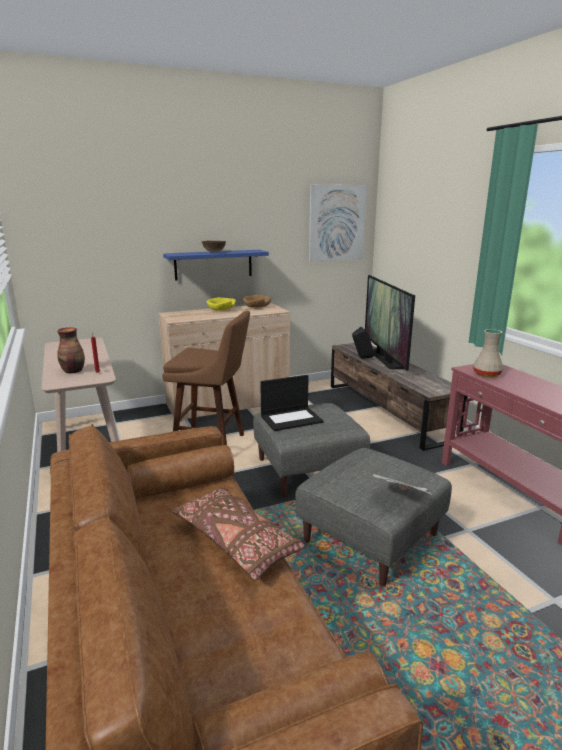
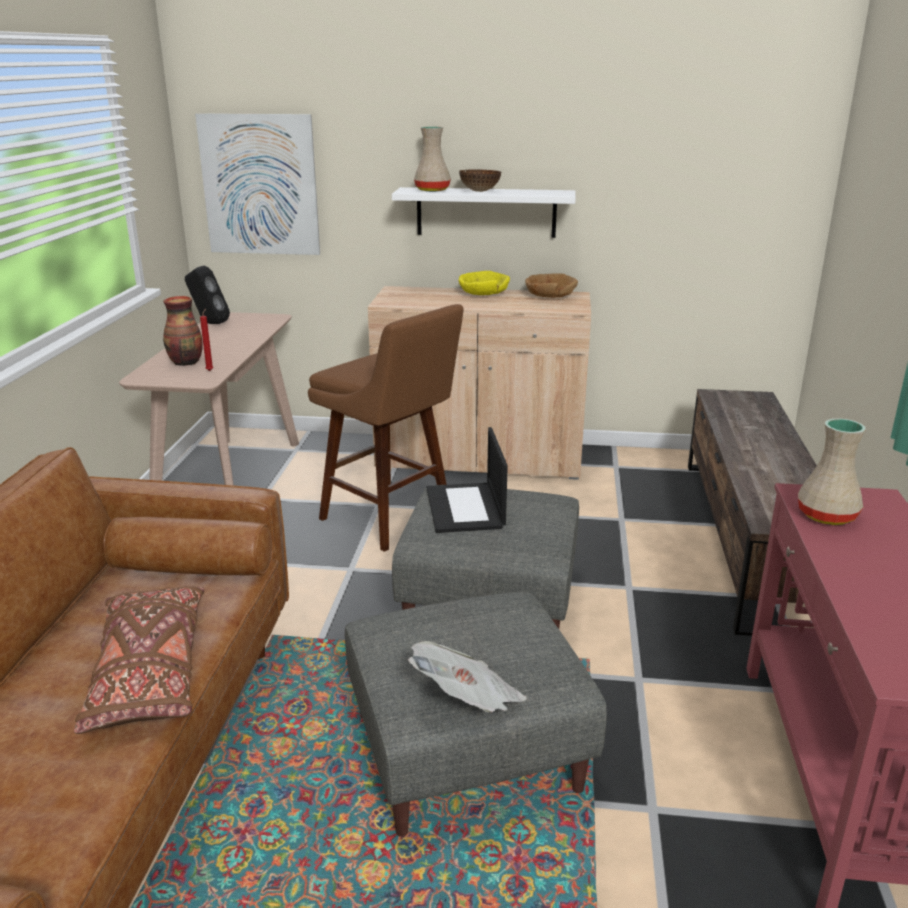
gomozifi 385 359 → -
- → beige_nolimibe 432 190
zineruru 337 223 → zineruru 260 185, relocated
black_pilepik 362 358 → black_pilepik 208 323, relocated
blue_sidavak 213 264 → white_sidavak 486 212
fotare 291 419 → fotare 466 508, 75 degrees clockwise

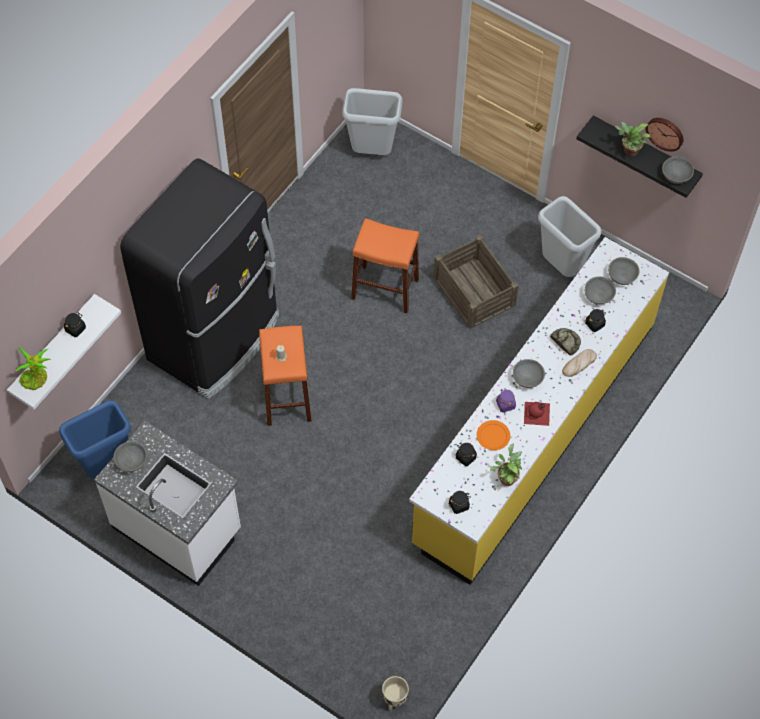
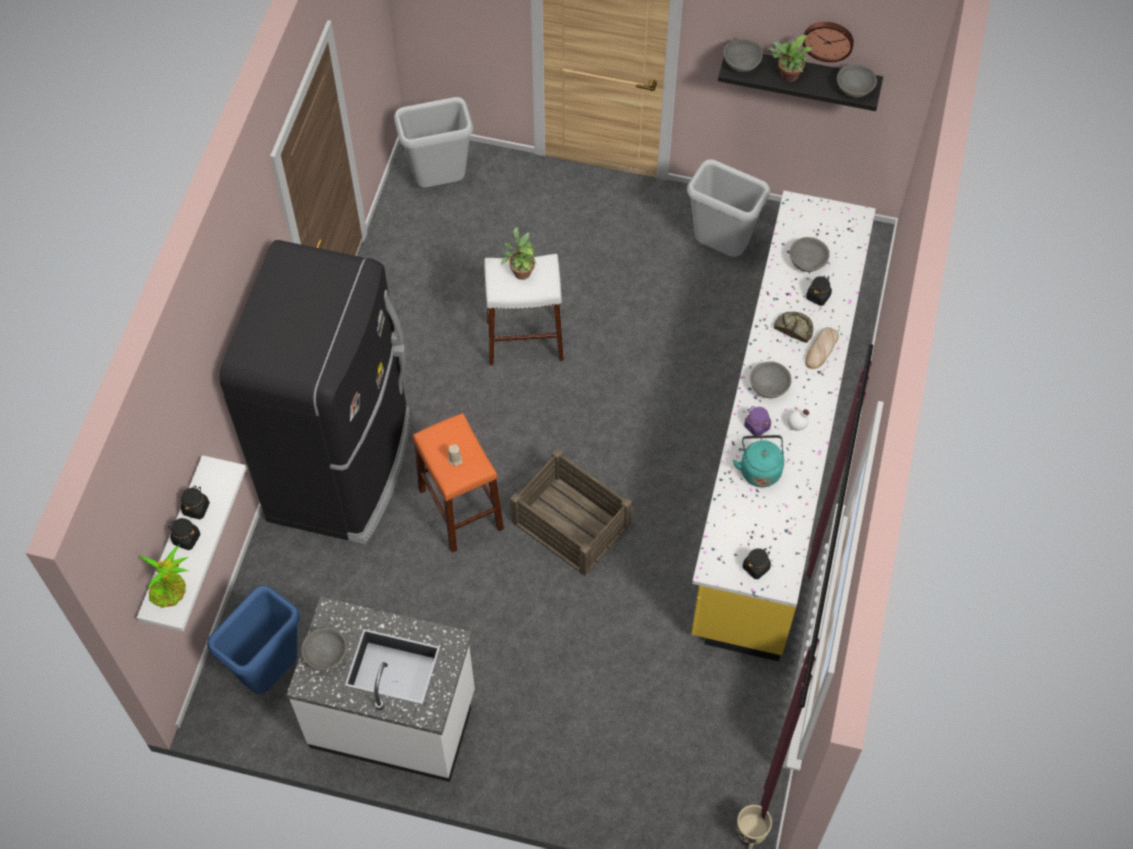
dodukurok 474 292 → dodukurok 570 524, relocated
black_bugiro 465 457 → black_bugiro 186 538, relocated
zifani 506 478 → zifani 521 271, relocated
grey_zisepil 622 276 → grey_zisepil 741 64, relocated
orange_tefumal 493 436 → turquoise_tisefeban 759 469
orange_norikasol 385 289 → white_norikasol 525 340
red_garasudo 537 414 → white_garasudo 799 425

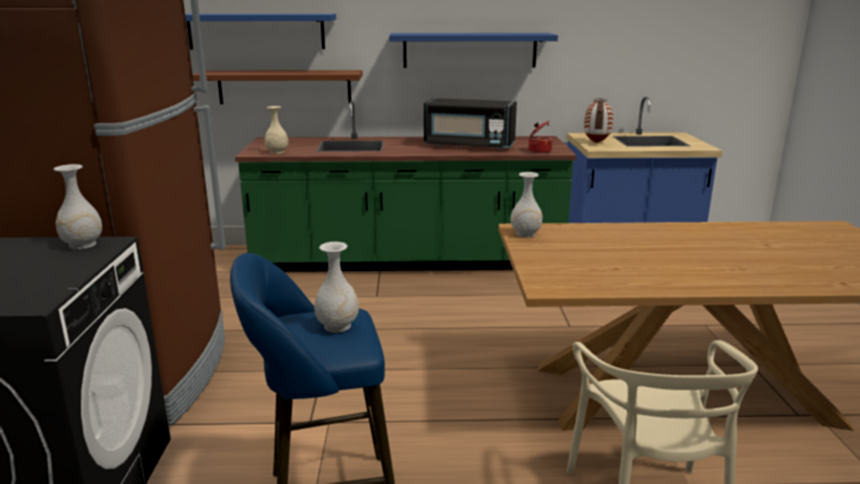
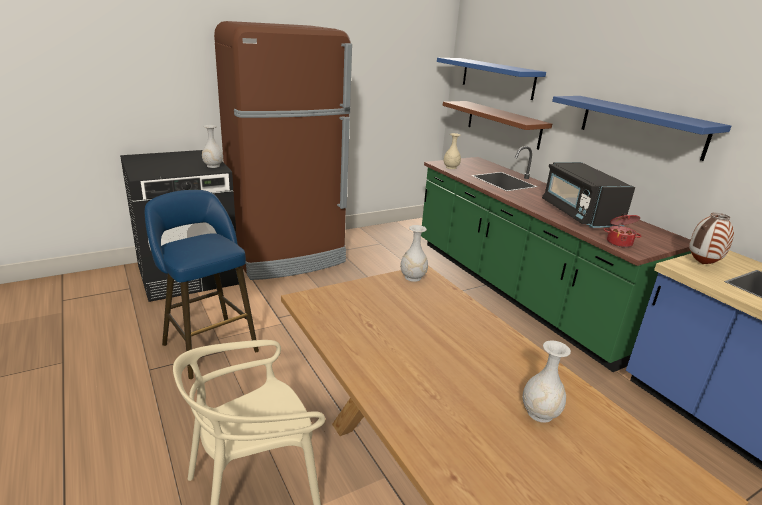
white_nolimibe 338 326 → white_nolimibe 540 413, relocated

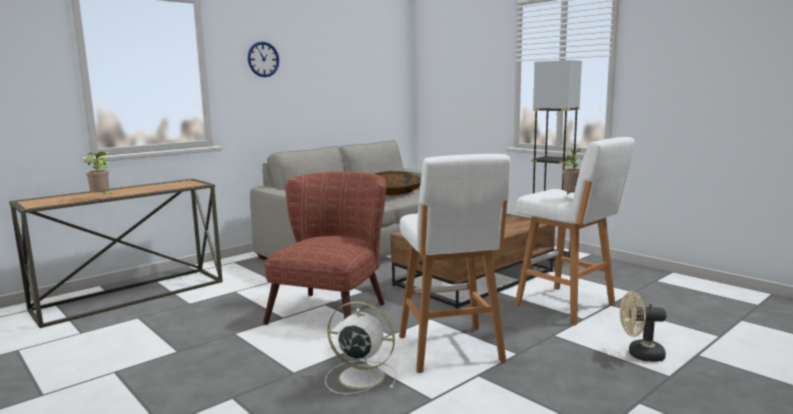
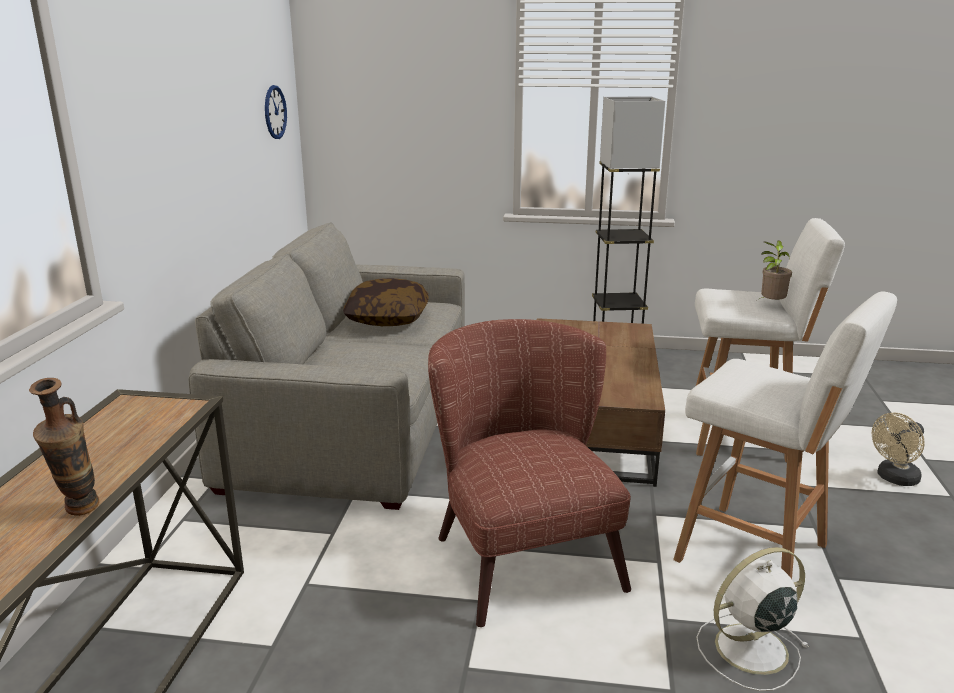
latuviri 263 59 → latuviri 275 112, relocated
zifani 102 197 → nolimibe 79 513

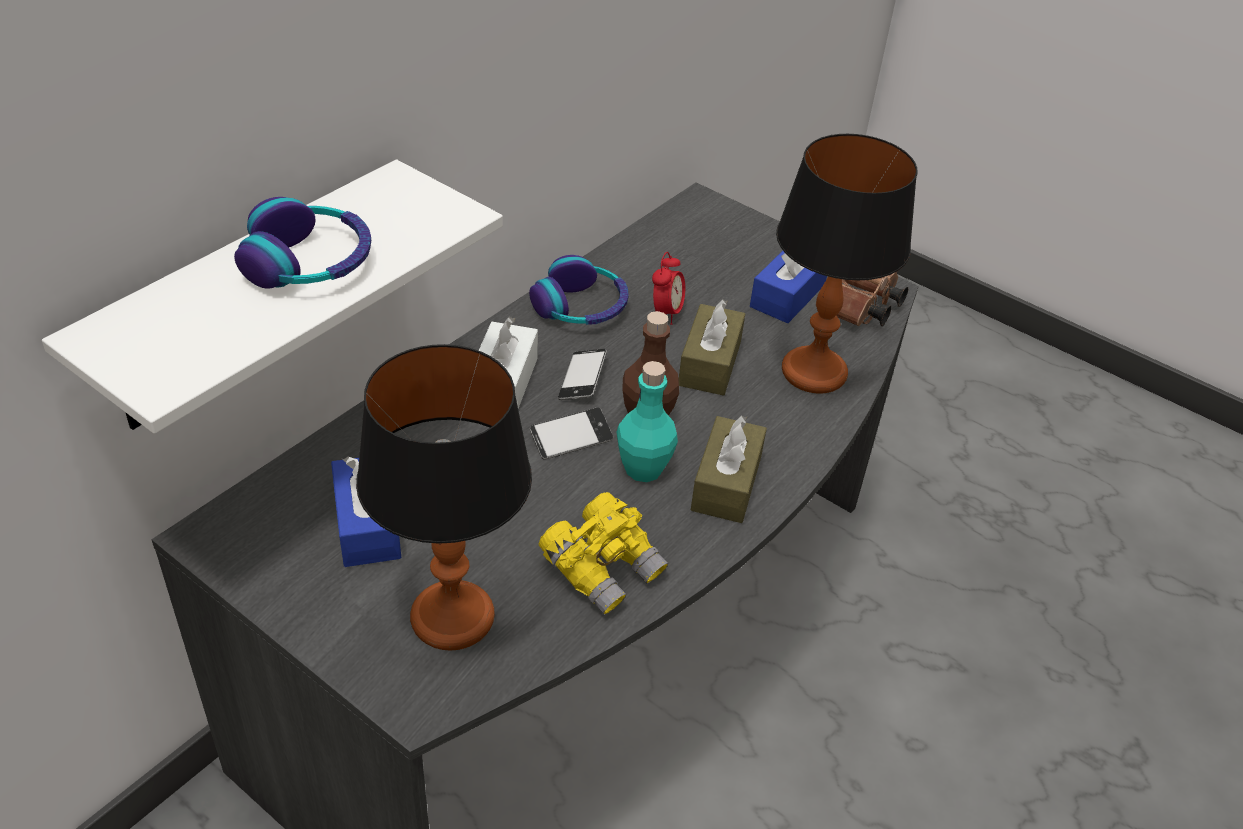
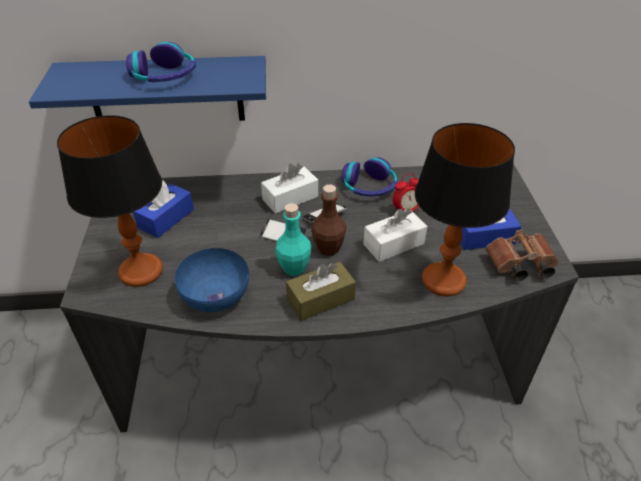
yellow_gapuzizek 603 569 → blue_zisepil 216 295
white_sidavak 248 298 → blue_sidavak 166 91
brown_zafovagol 709 363 → white_zafovagol 393 244

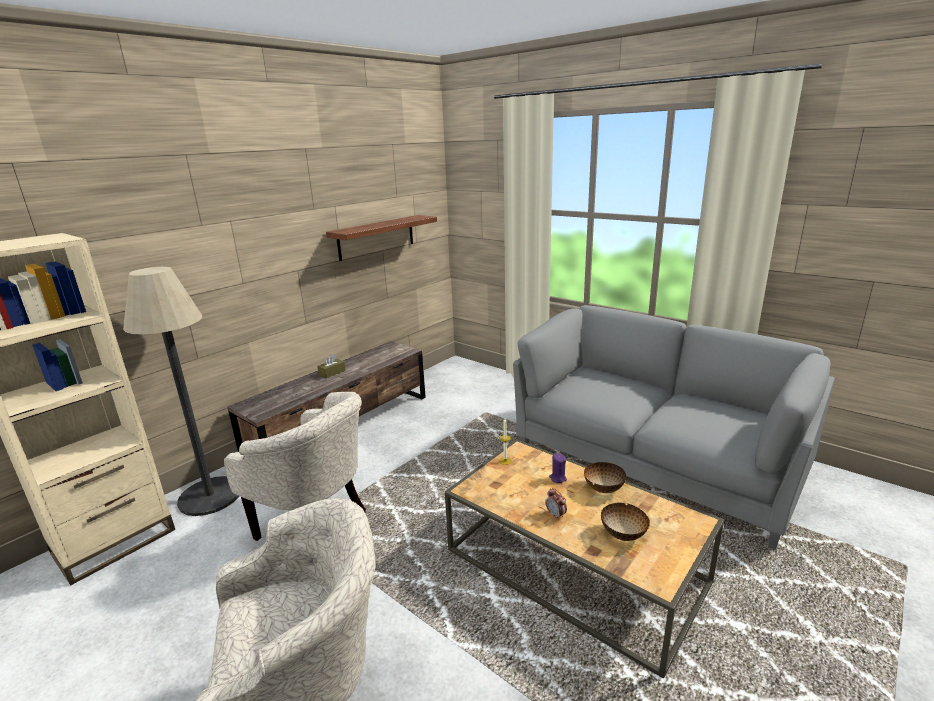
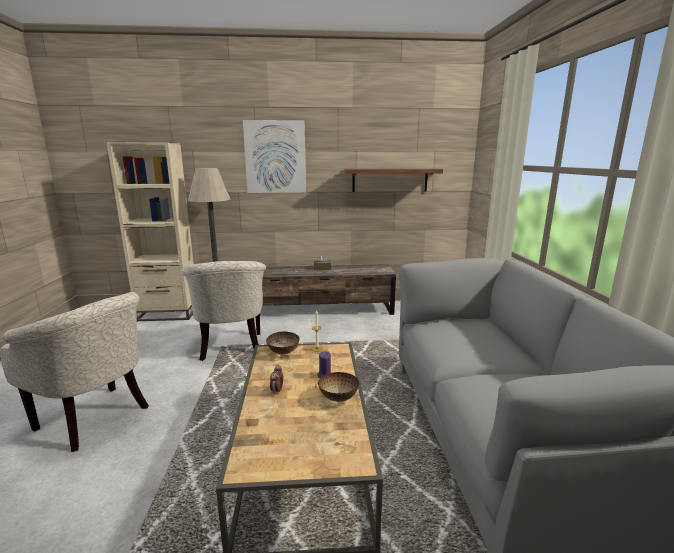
- → zineruru 275 157
zisepil 623 535 → zisepil 283 352, relocated

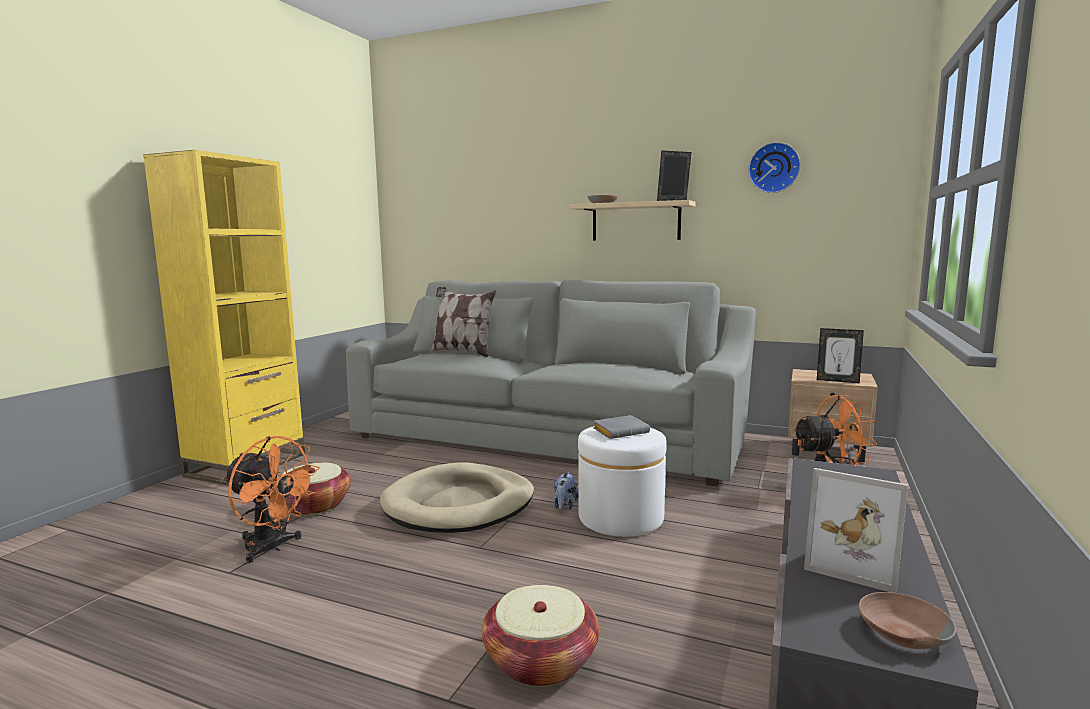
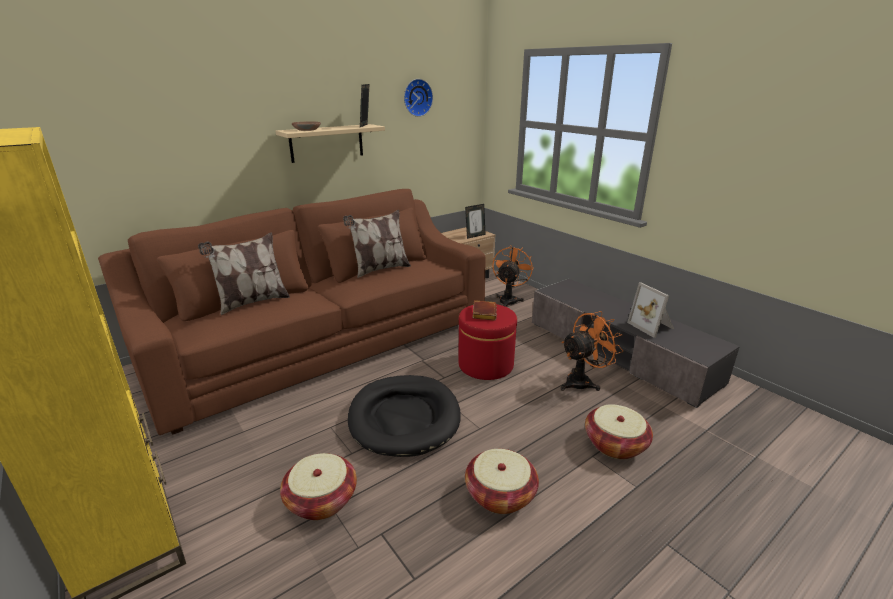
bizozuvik 564 506 → -
brown_zisepil 901 632 → -
- → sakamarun 380 269
- → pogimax 500 494
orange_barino 272 548 → orange_barino 583 381, relocated
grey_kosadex 548 436 → brown_kosadex 324 341
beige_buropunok 459 504 → black_buropunok 404 418
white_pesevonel 620 518 → red_pesevonel 485 365
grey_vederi 621 431 → brown_vederi 483 313
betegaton 854 563 → betegaton 652 326, 90 degrees clockwise

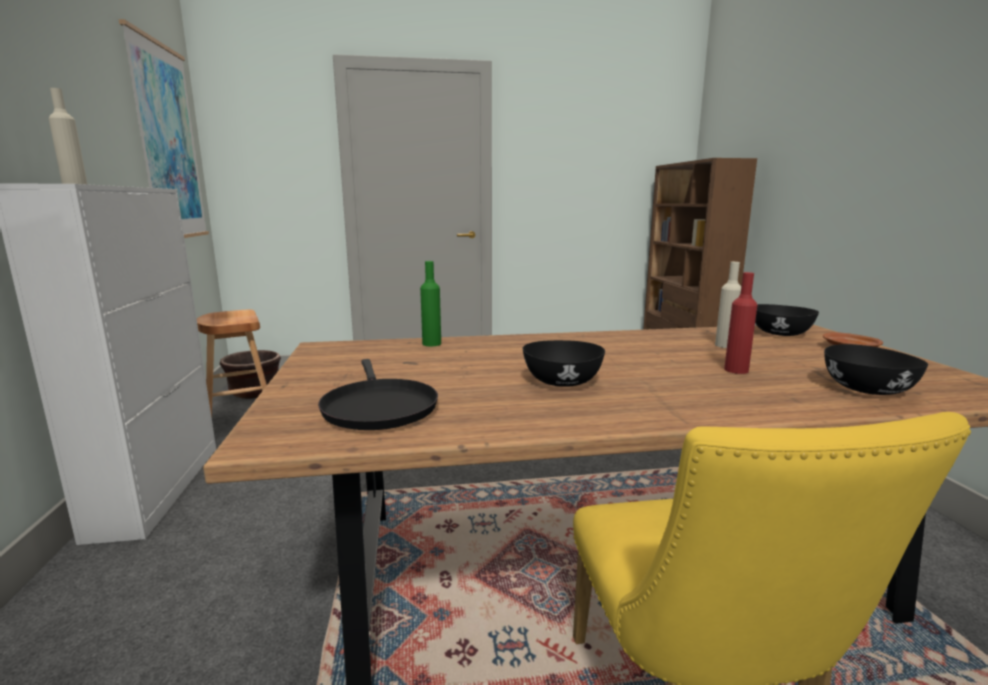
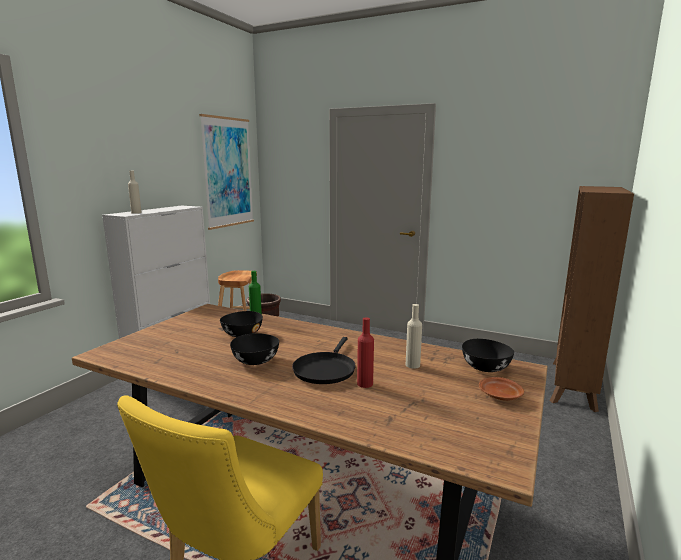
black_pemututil 378 407 → black_pemututil 325 369, relocated
black_zisepil 866 389 → black_zisepil 242 334, relocated

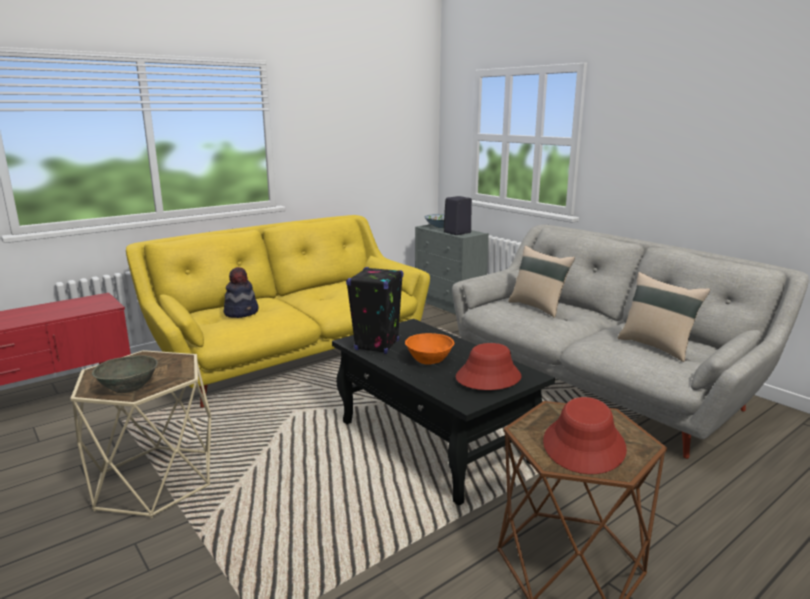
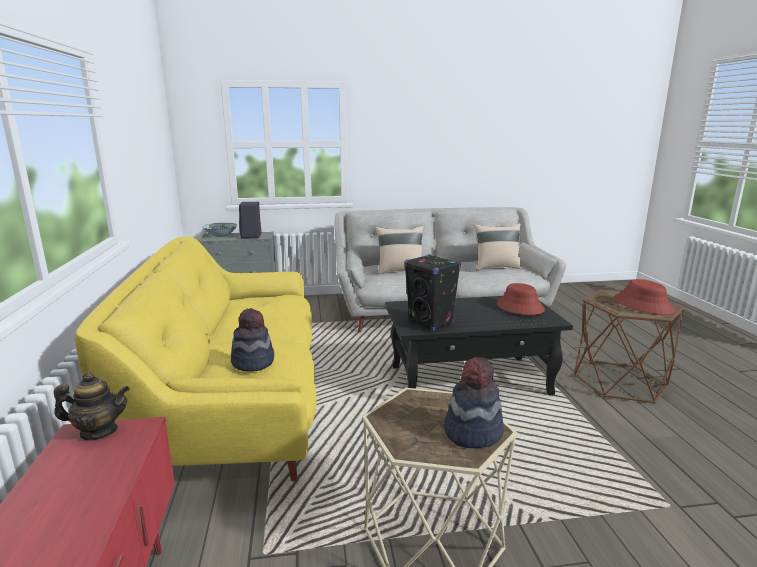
orange_zisepil 428 359 → -
- → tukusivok 99 431
grey_zisepil 128 387 → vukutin 472 431

